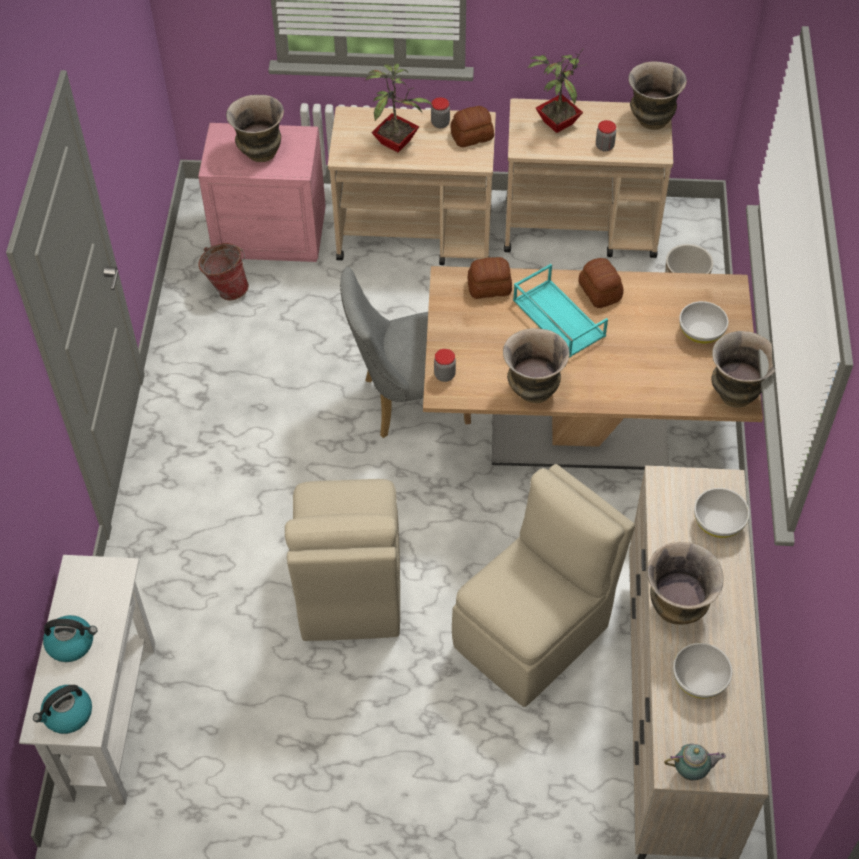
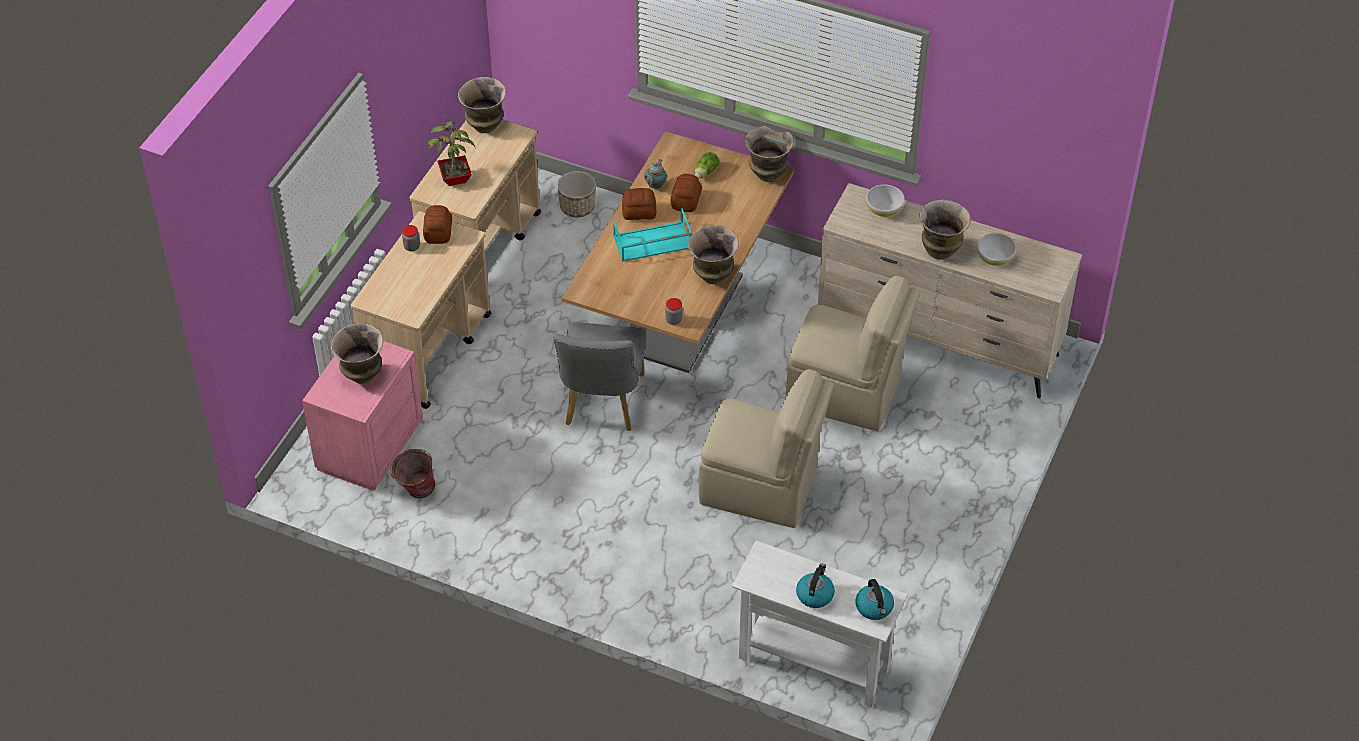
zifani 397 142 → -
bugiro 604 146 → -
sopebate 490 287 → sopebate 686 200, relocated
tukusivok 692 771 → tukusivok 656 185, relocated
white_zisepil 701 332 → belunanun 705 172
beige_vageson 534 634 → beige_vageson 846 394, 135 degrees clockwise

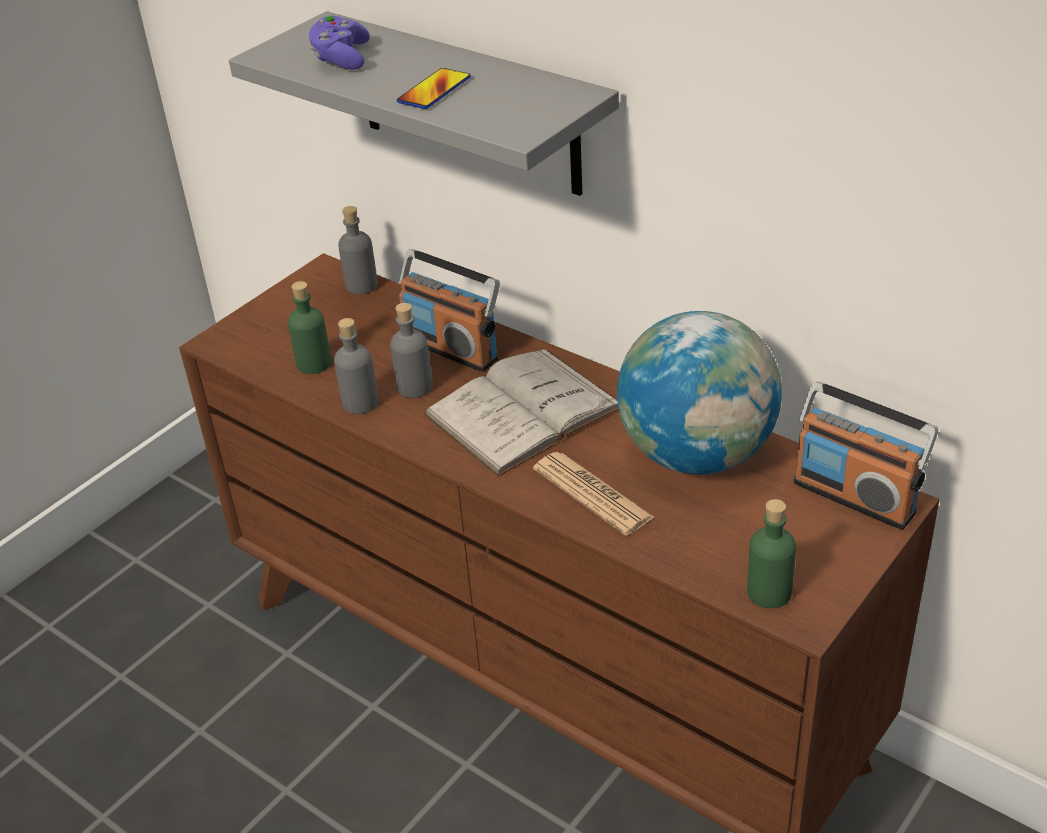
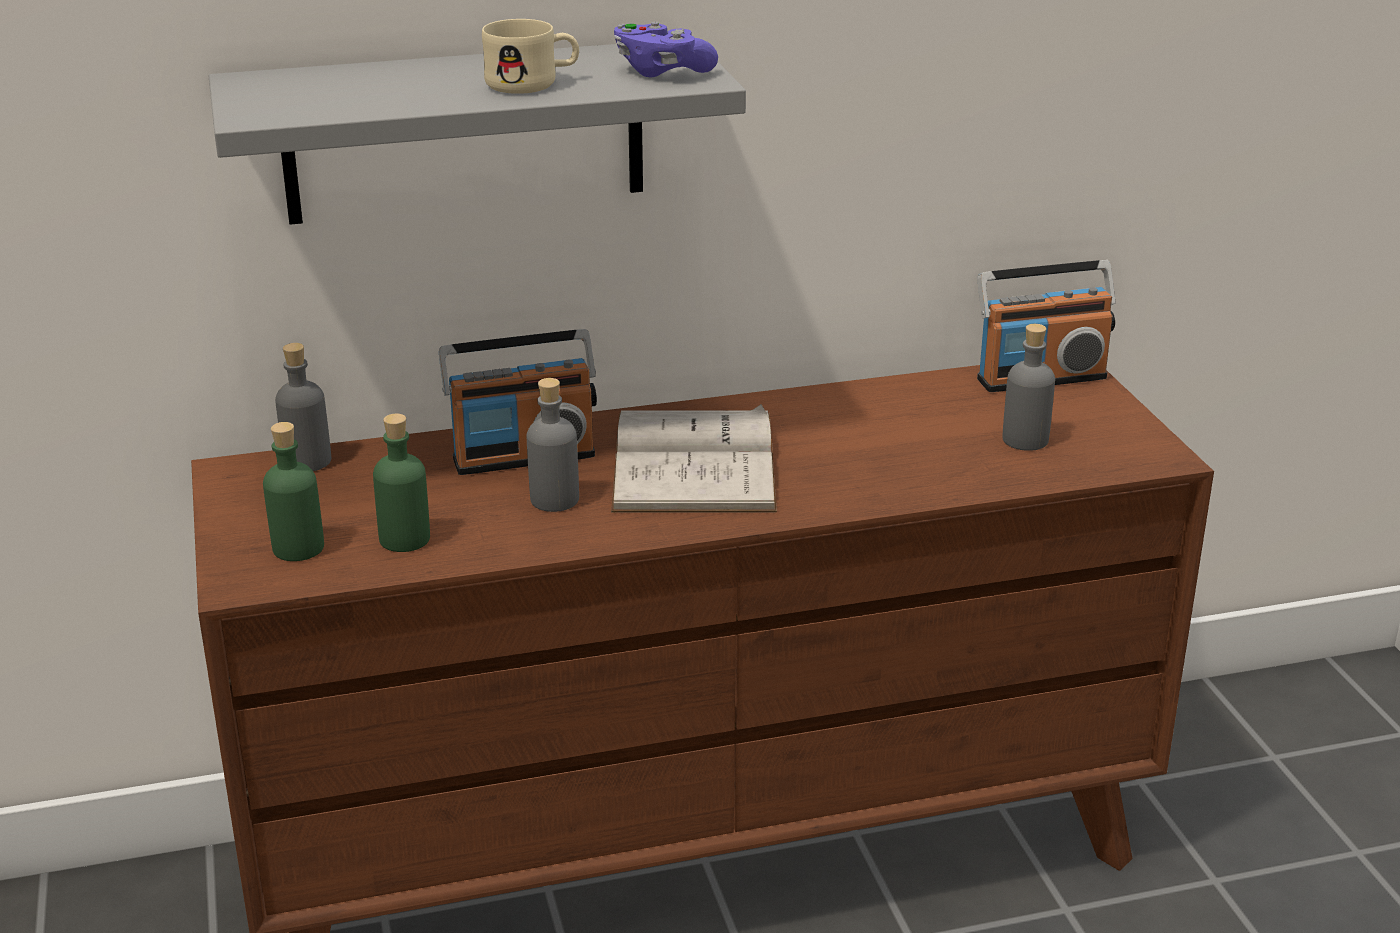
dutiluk 592 494 → -
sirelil 697 455 → -
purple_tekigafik 341 58 → purple_tekigafik 661 71, relocated
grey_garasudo 360 402 → grey_garasudo 1025 440, relocated
green_garasudo 769 592 → green_garasudo 298 548, relocated
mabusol 434 90 → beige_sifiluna 533 83

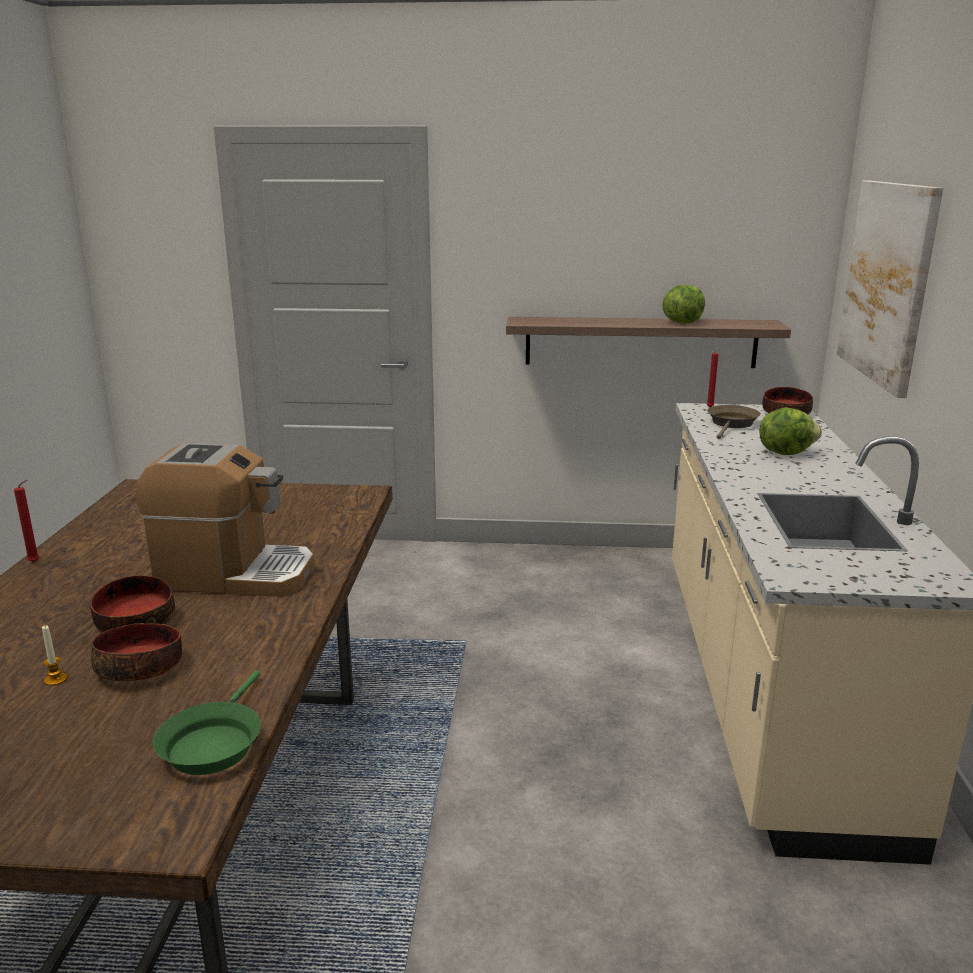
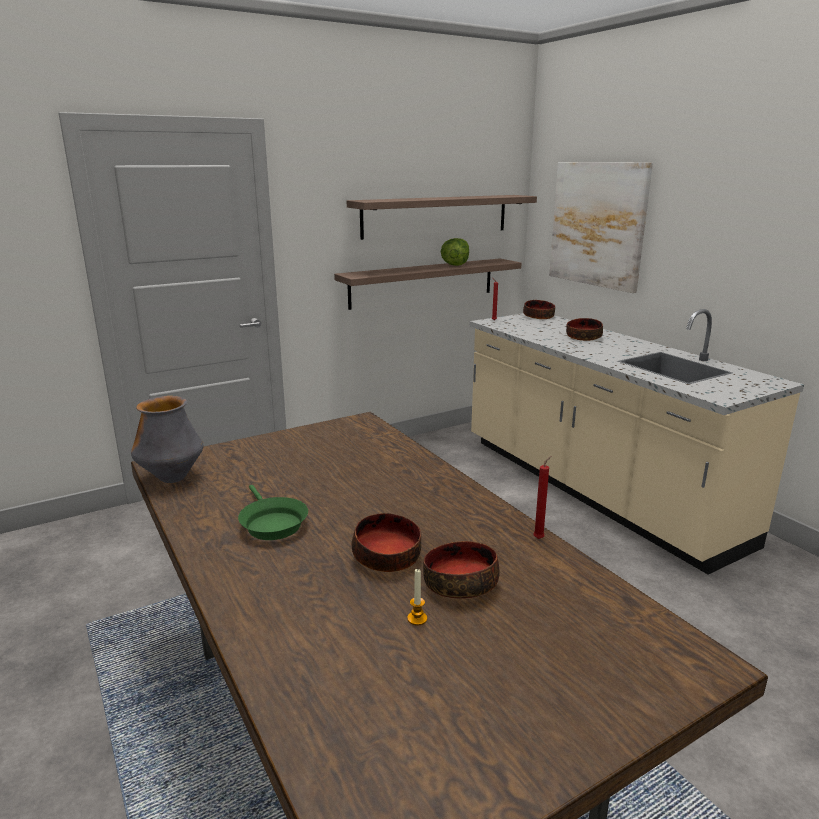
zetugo 234 574 → -
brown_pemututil 732 424 → -
- → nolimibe 172 478
- → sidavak 436 216
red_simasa 36 562 → red_simasa 540 538, relocated
green_pemututil 213 743 → green_pemututil 271 523, relocated
belunanun 785 452 → zisepil 583 337

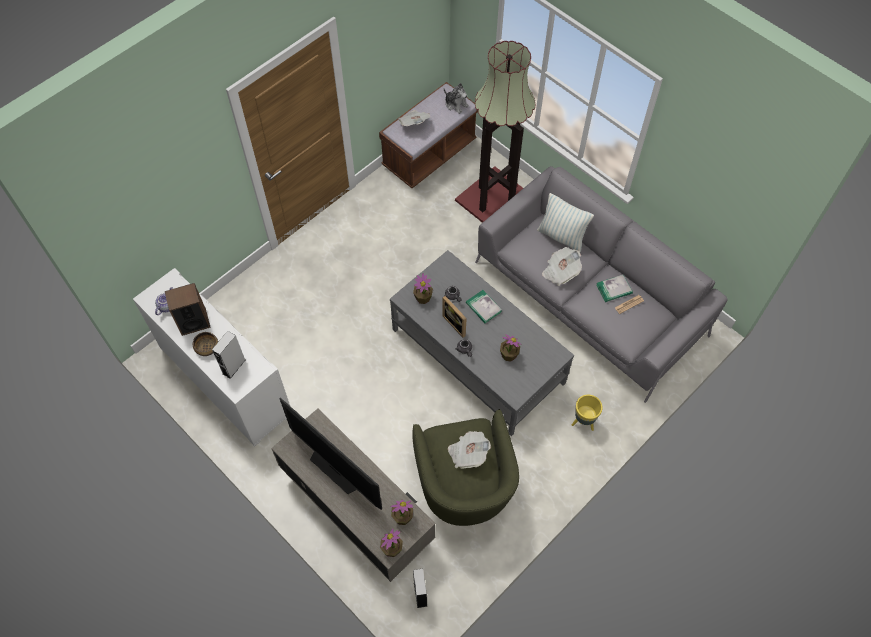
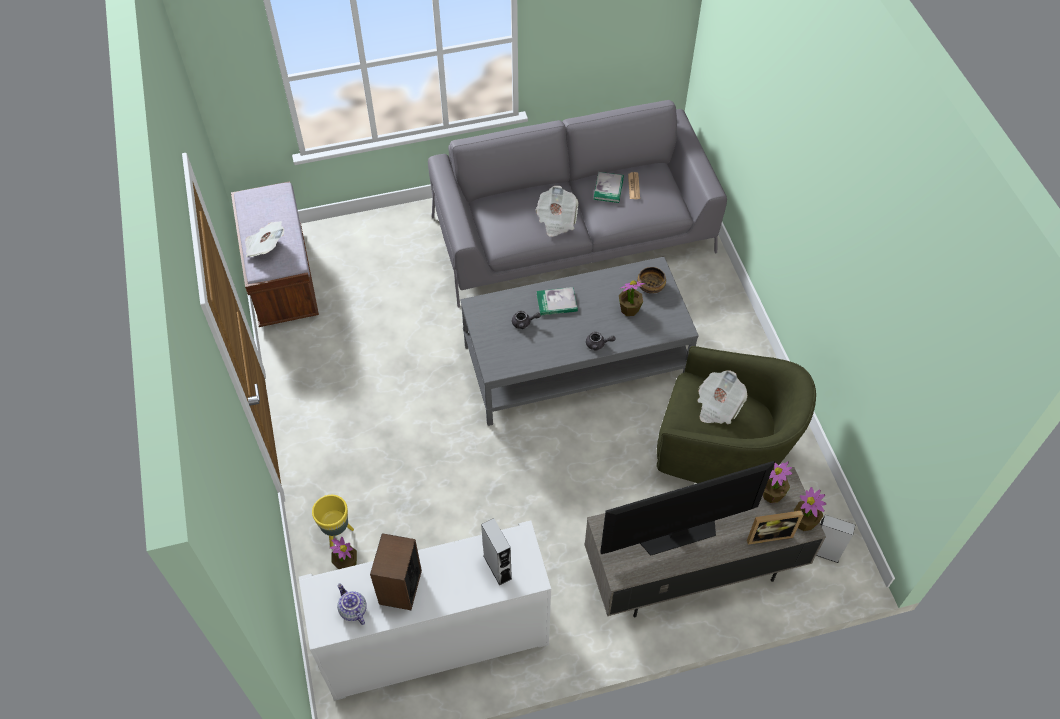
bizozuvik 456 104 → -
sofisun 497 200 → -
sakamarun 561 236 → -
zisepil 207 347 → zisepil 650 285, relocated
zifani 423 298 → zifani 346 564, relocated
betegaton 456 323 → betegaton 768 534, relocated
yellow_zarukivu 583 422 → yellow_zarukivu 337 533, relocated

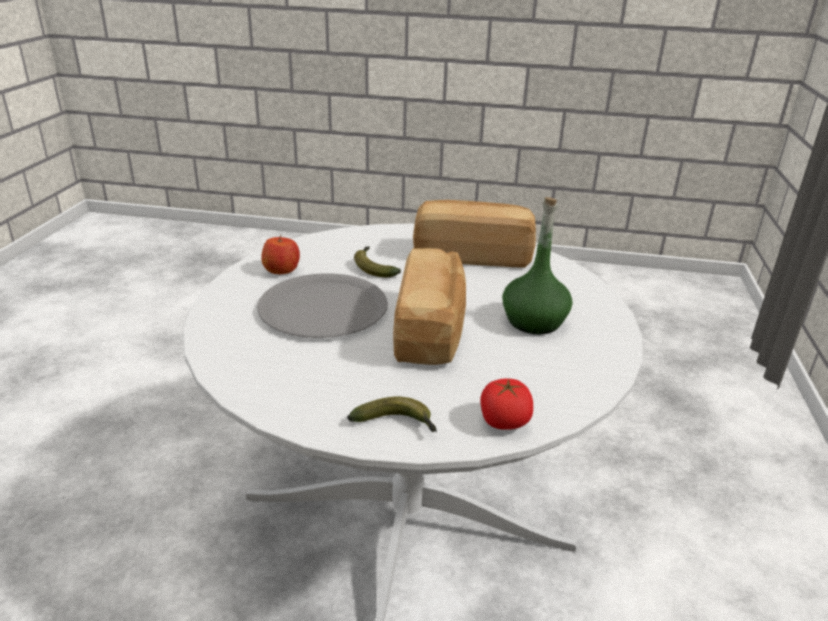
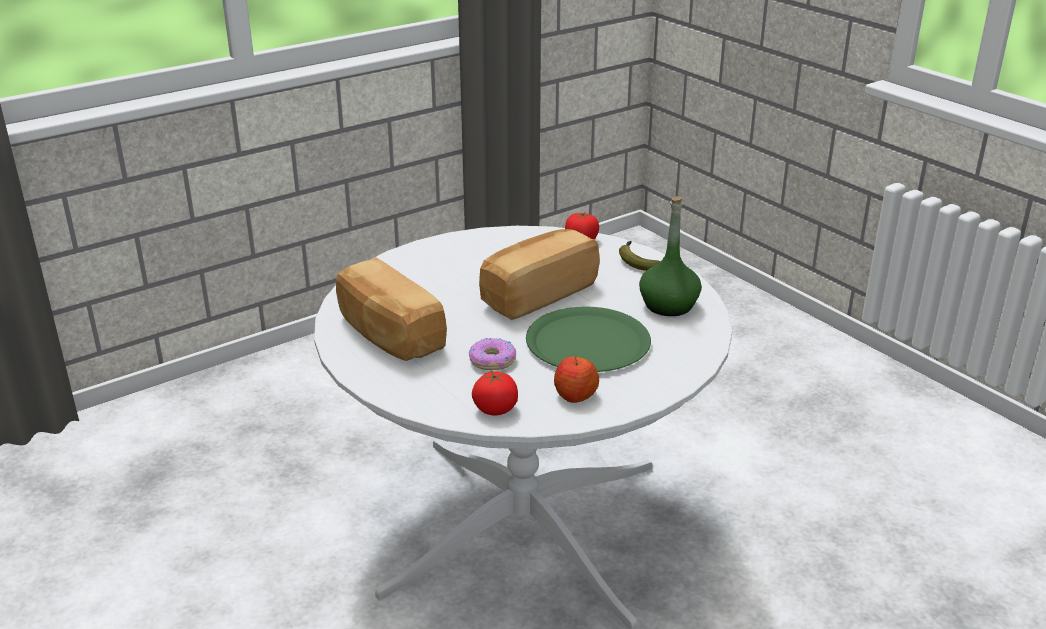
- → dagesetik 495 408
green_garasudo 534 321 → green_garasudo 668 305, relocated
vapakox 373 267 → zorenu 492 361
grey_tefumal 323 308 → green_tefumal 587 342

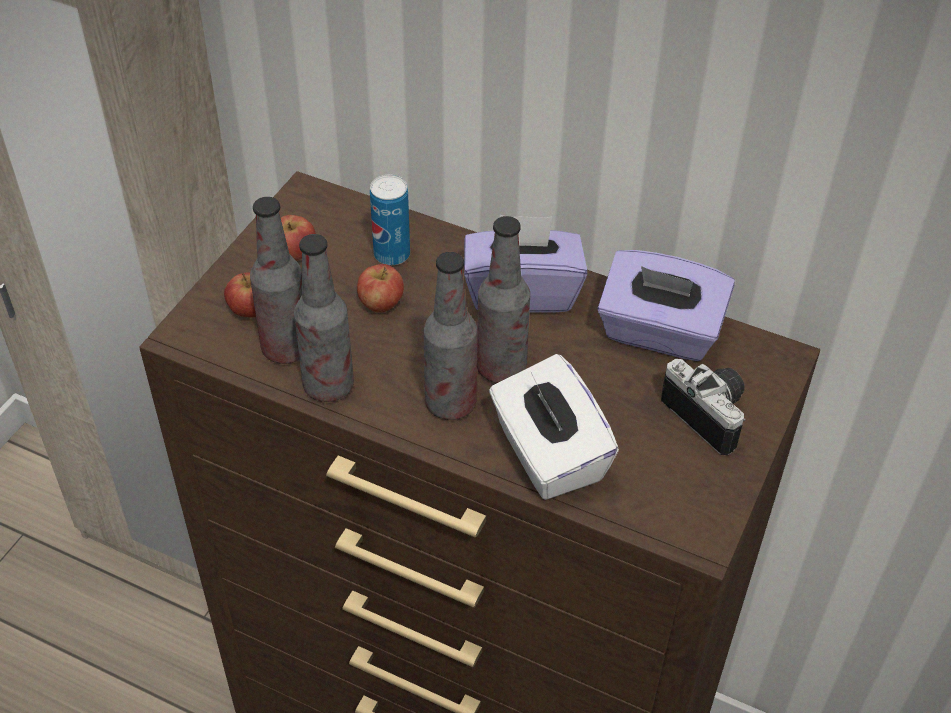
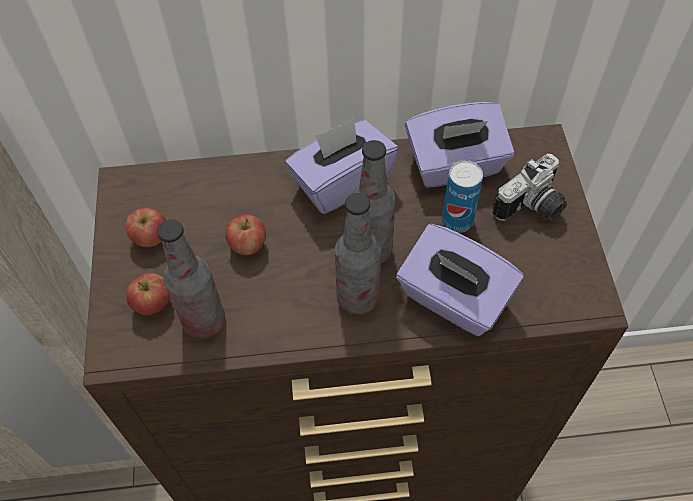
garasudo 328 386 → -
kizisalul 392 254 → kizisalul 457 220, relocated
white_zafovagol 548 454 → purple_zafovagol 453 299
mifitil 711 414 → mifitil 532 208, 120 degrees clockwise

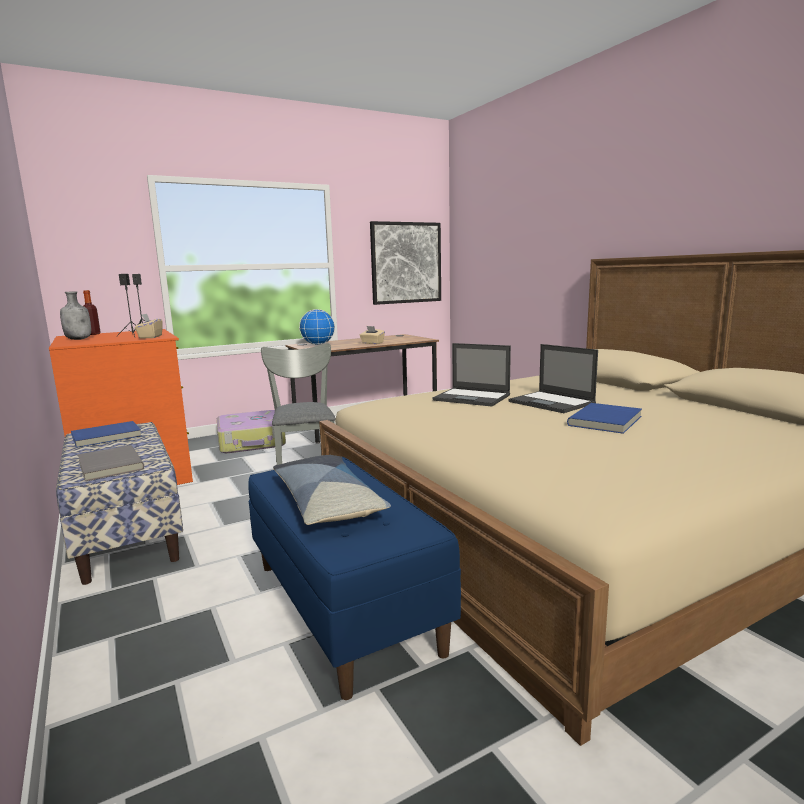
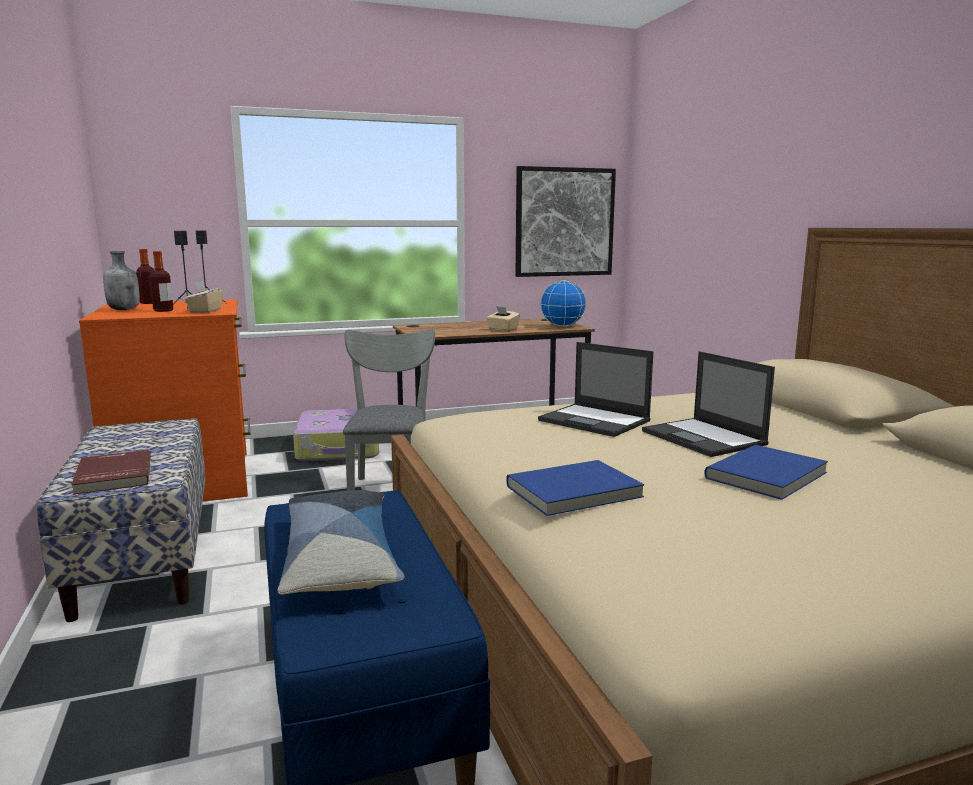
- → garasudo 163 310
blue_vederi 107 437 → blue_vederi 575 492, relocated
sirelil 318 344 → sirelil 562 326, relocated
grey_vederi 109 466 → red_vederi 112 475

